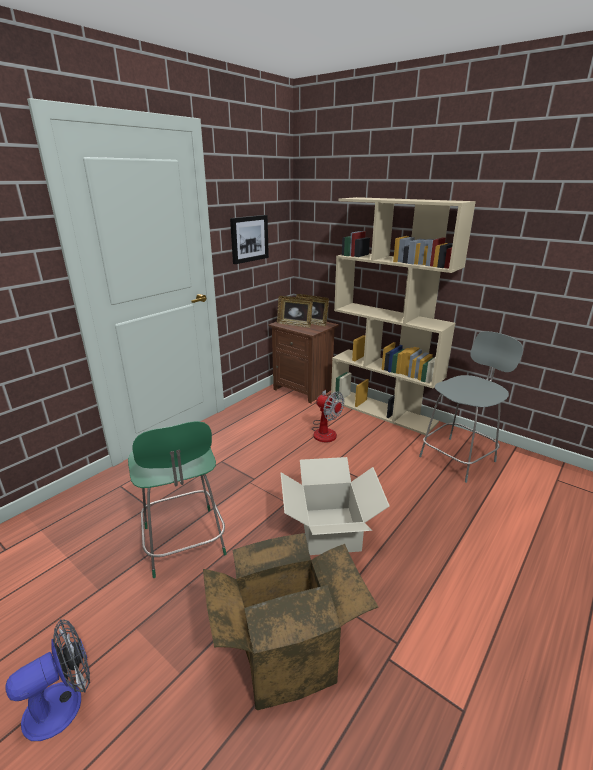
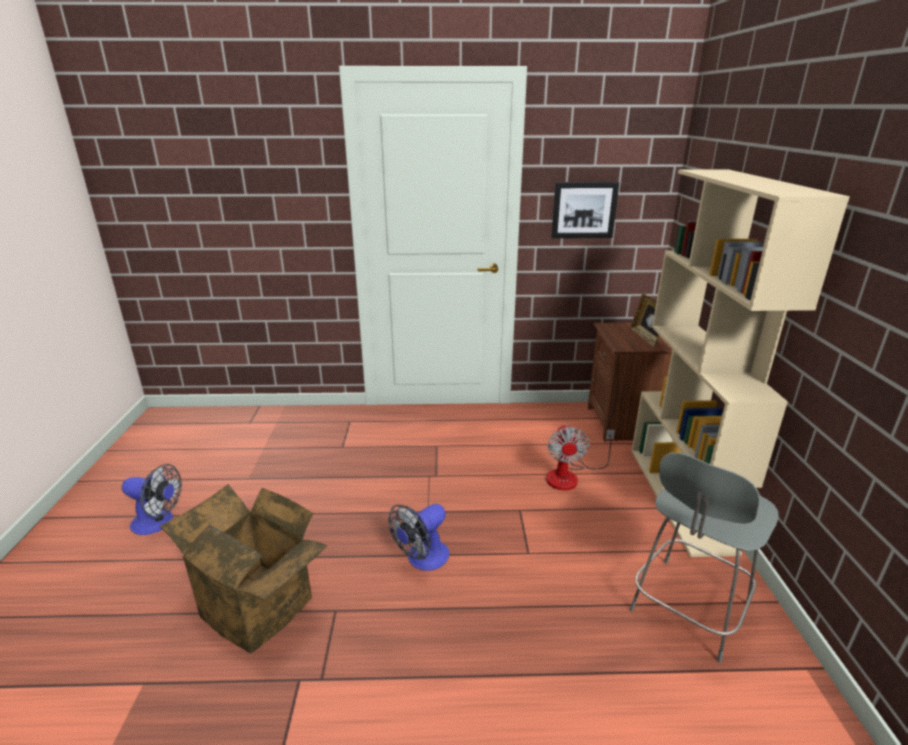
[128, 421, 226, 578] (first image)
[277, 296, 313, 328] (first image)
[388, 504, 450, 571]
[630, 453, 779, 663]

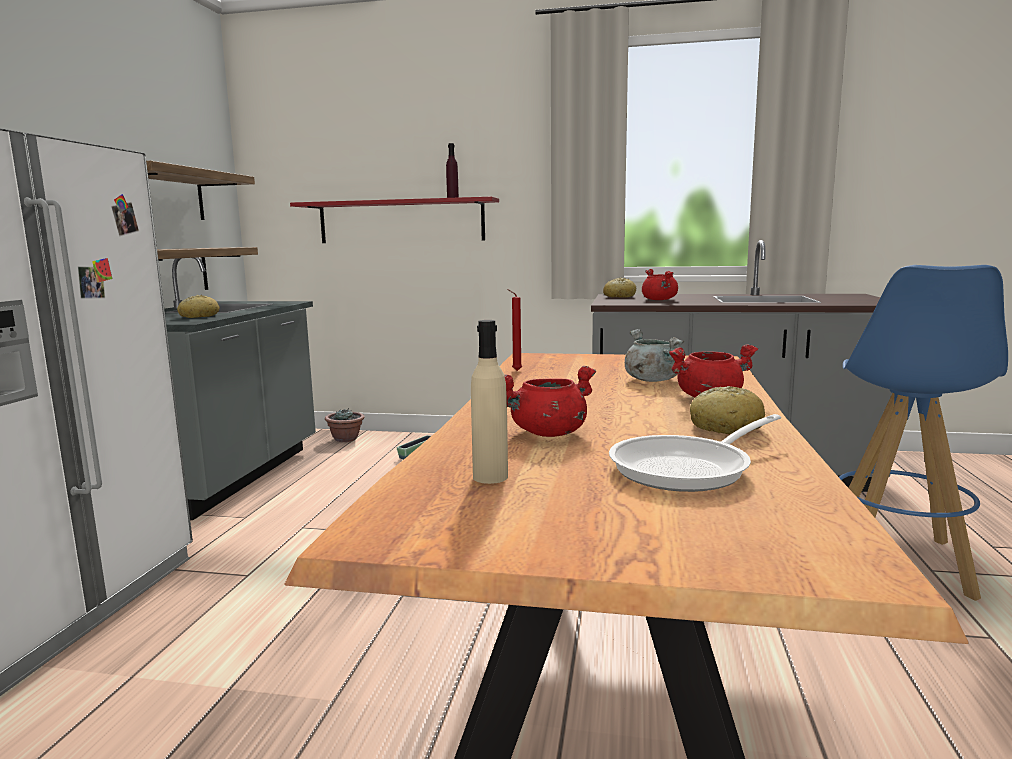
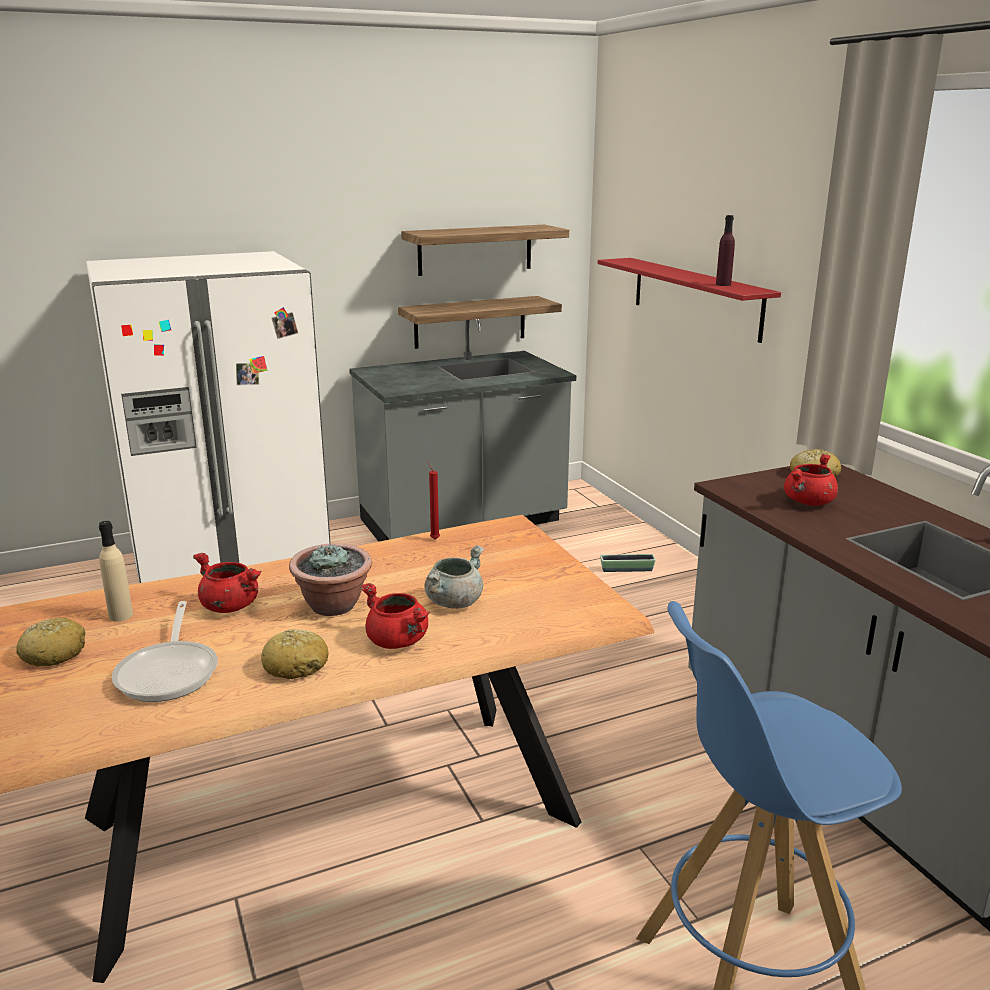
[16, 618, 86, 667]
[289, 543, 372, 616]
[112, 601, 218, 702]

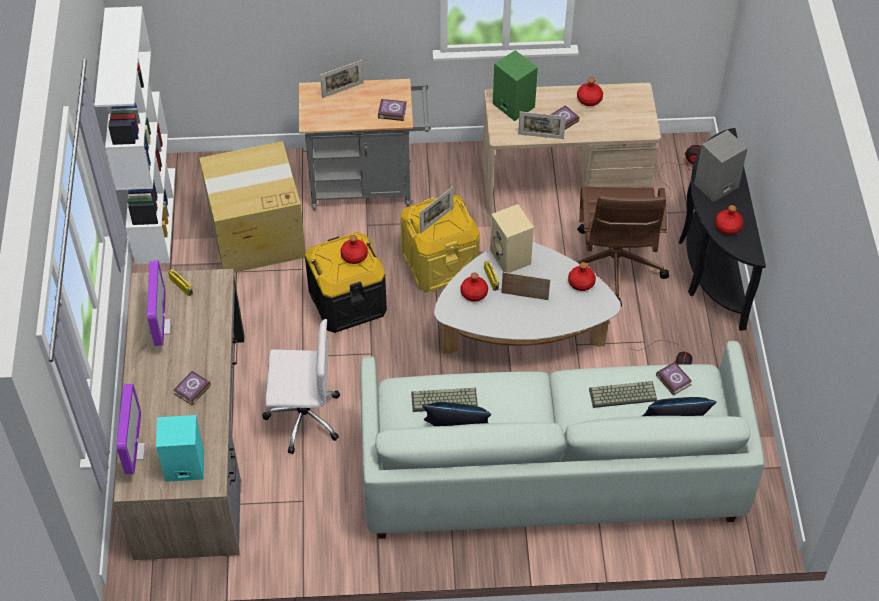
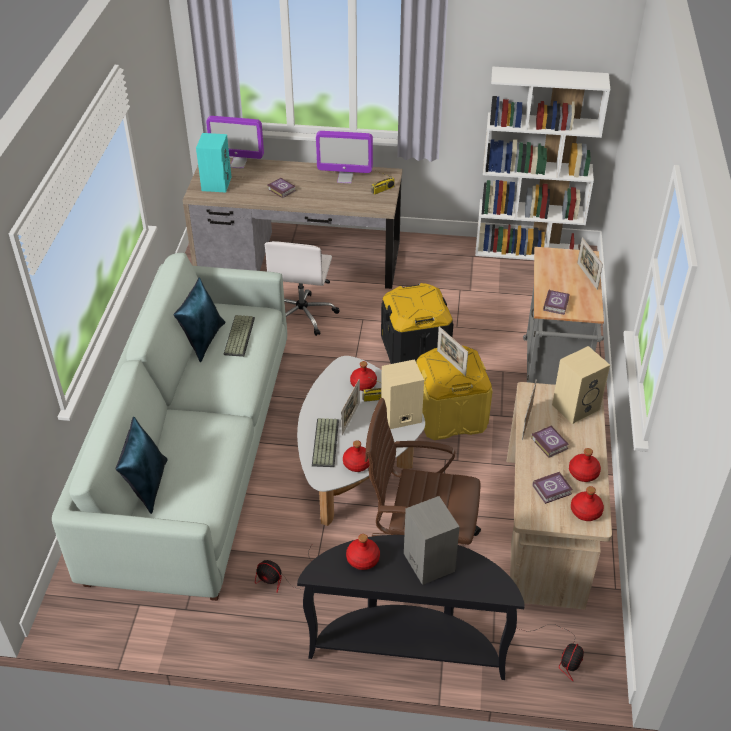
[199, 141, 306, 273] (first image)
[571, 486, 604, 521]
[312, 418, 339, 467]
[533, 472, 573, 504]
[552, 346, 610, 424]

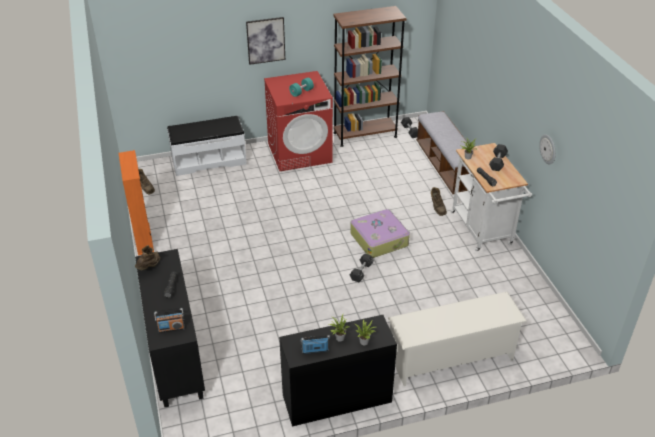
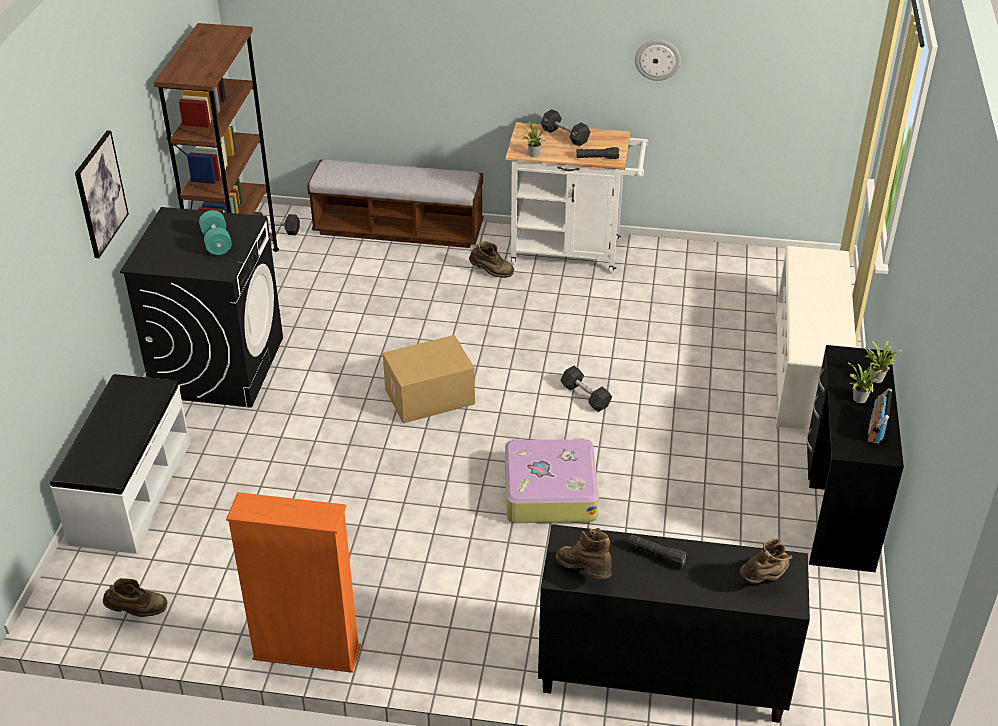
[383, 335, 475, 423]
[505, 438, 599, 523]
[740, 538, 792, 584]
[120, 207, 283, 408]

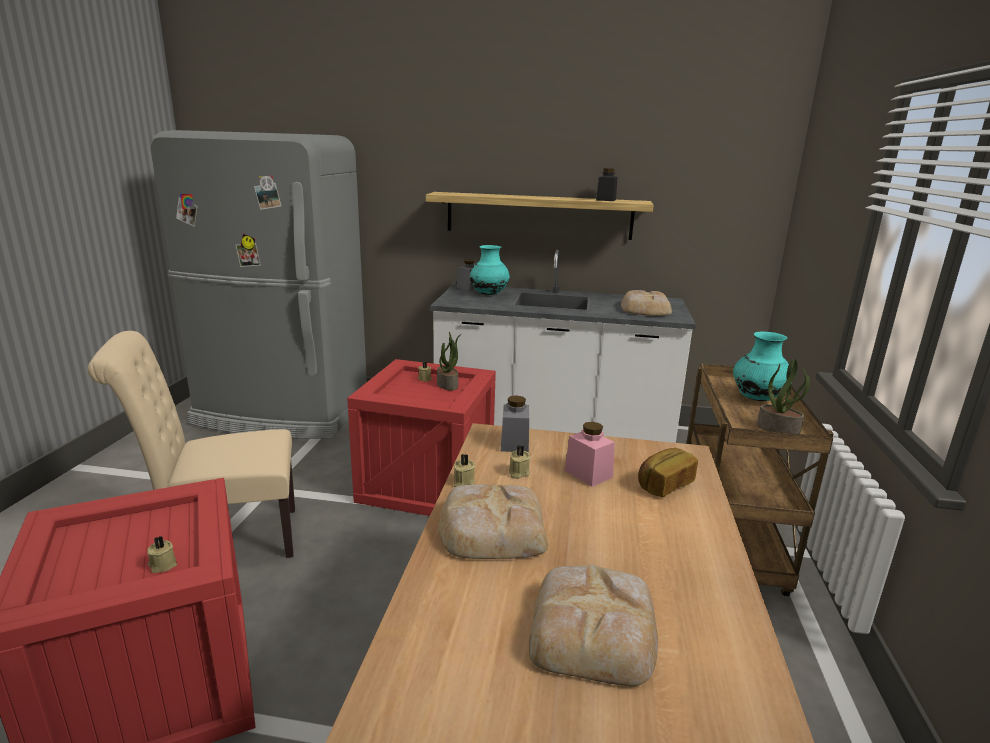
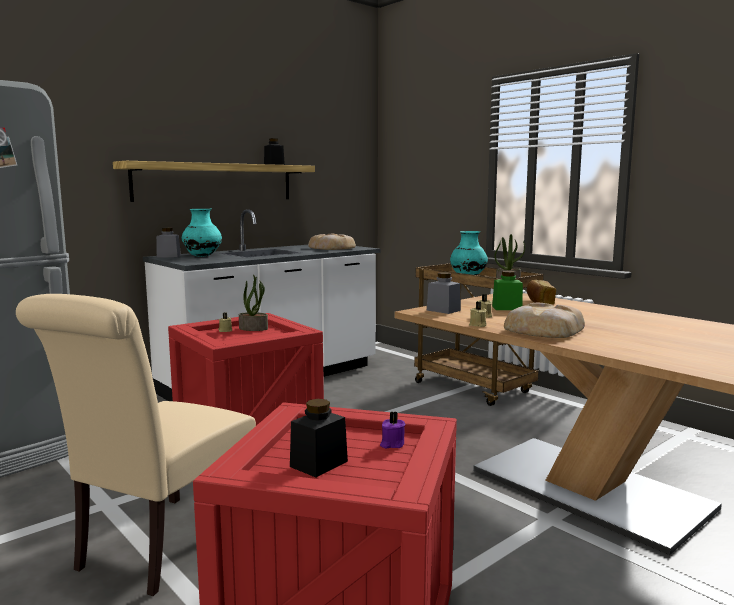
[529, 565, 658, 686] (first image)
[290, 399, 348, 477]
[380, 411, 405, 448]
[492, 271, 523, 310]

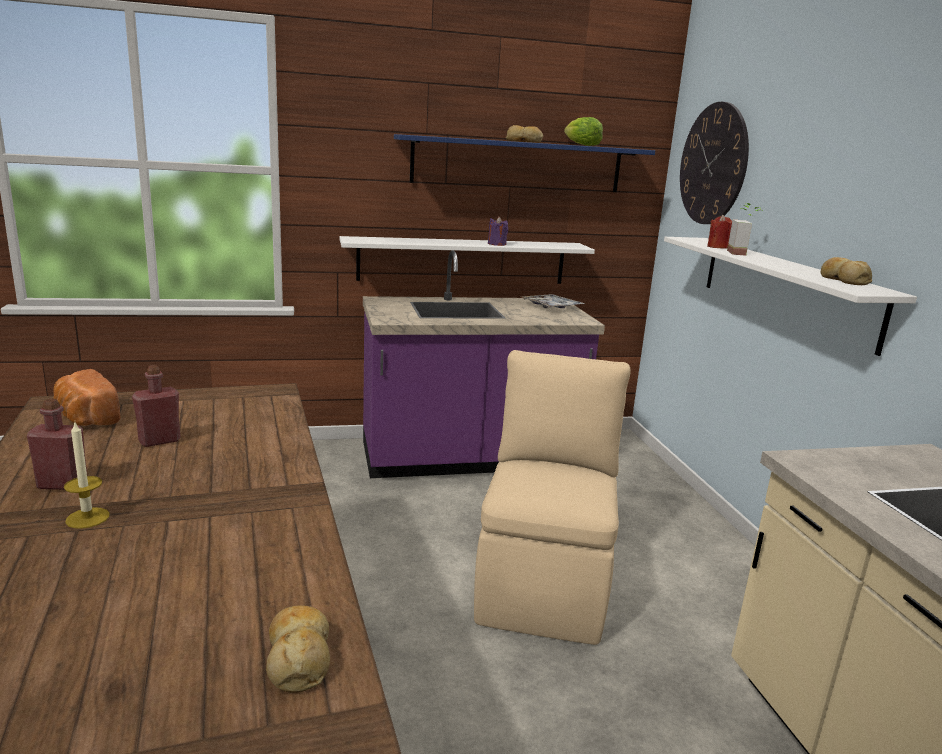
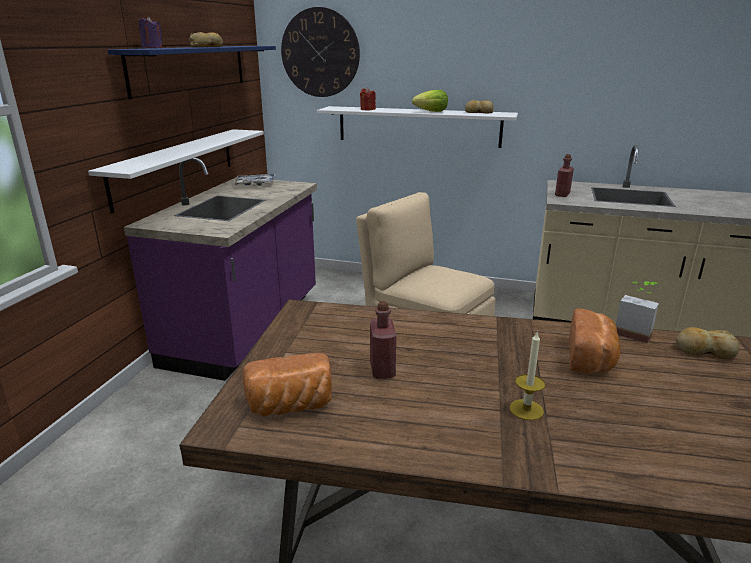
[569, 308, 620, 373]
[555, 154, 574, 197]
[139, 16, 163, 48]
[412, 90, 448, 112]
[616, 281, 659, 343]

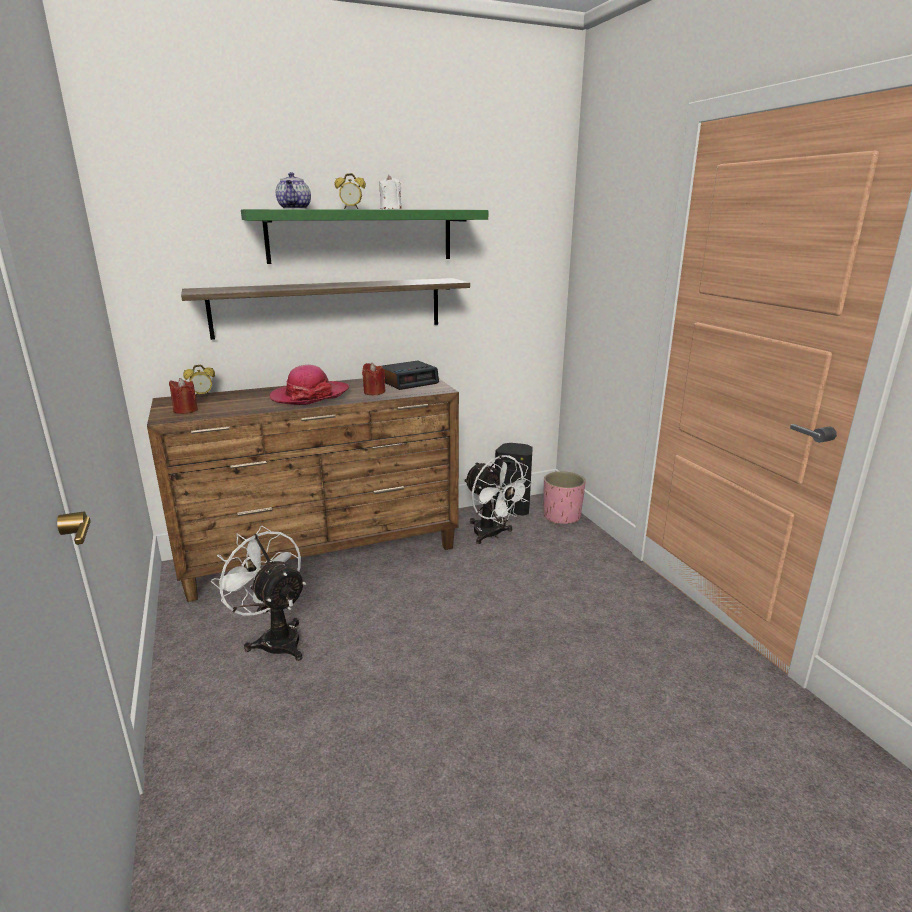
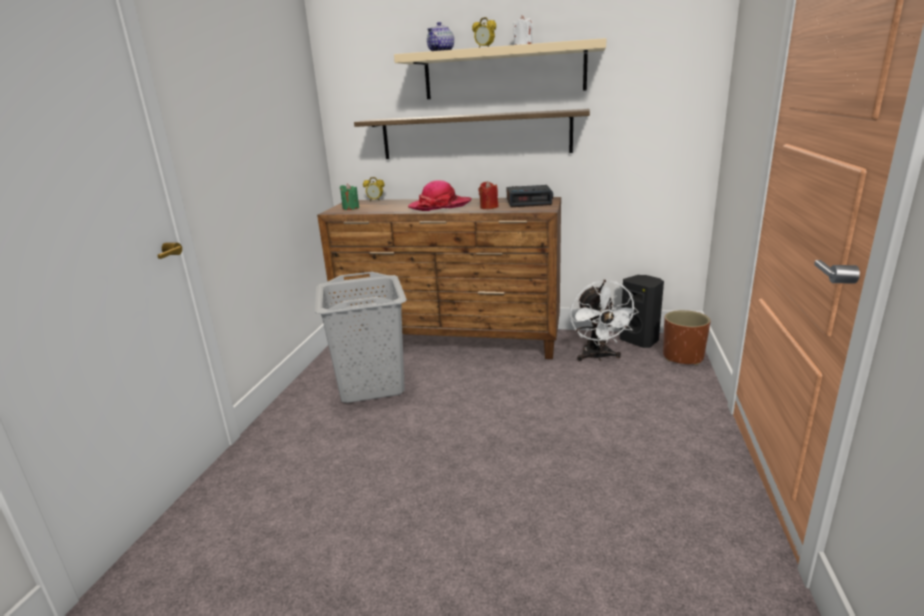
[315, 272, 407, 403]
[340, 184, 359, 210]
[394, 38, 607, 99]
[663, 310, 710, 365]

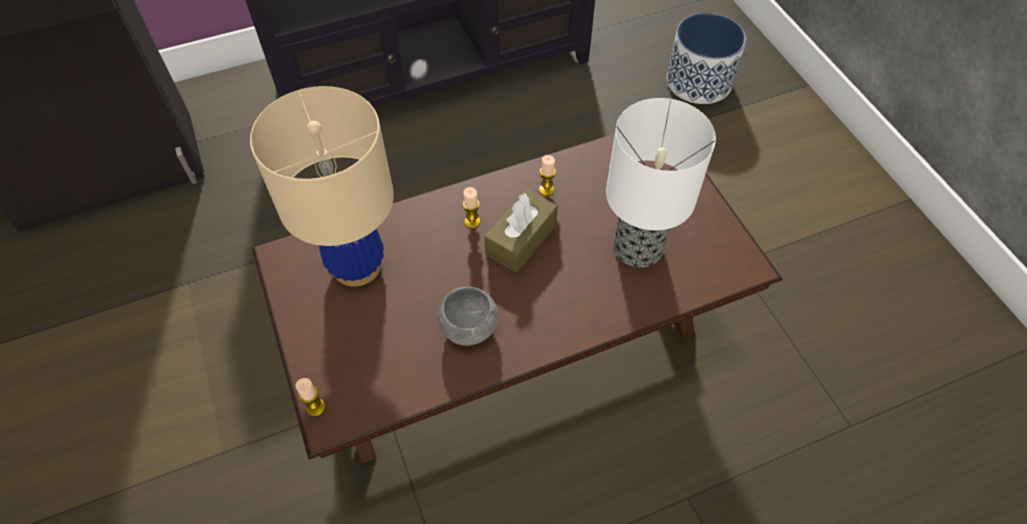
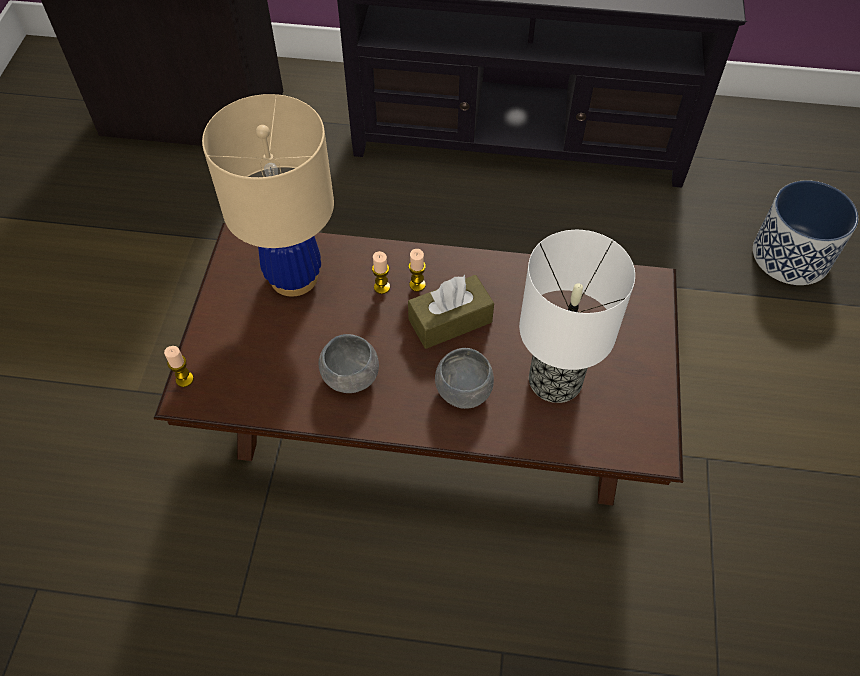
[435, 348, 494, 409]
[372, 251, 390, 294]

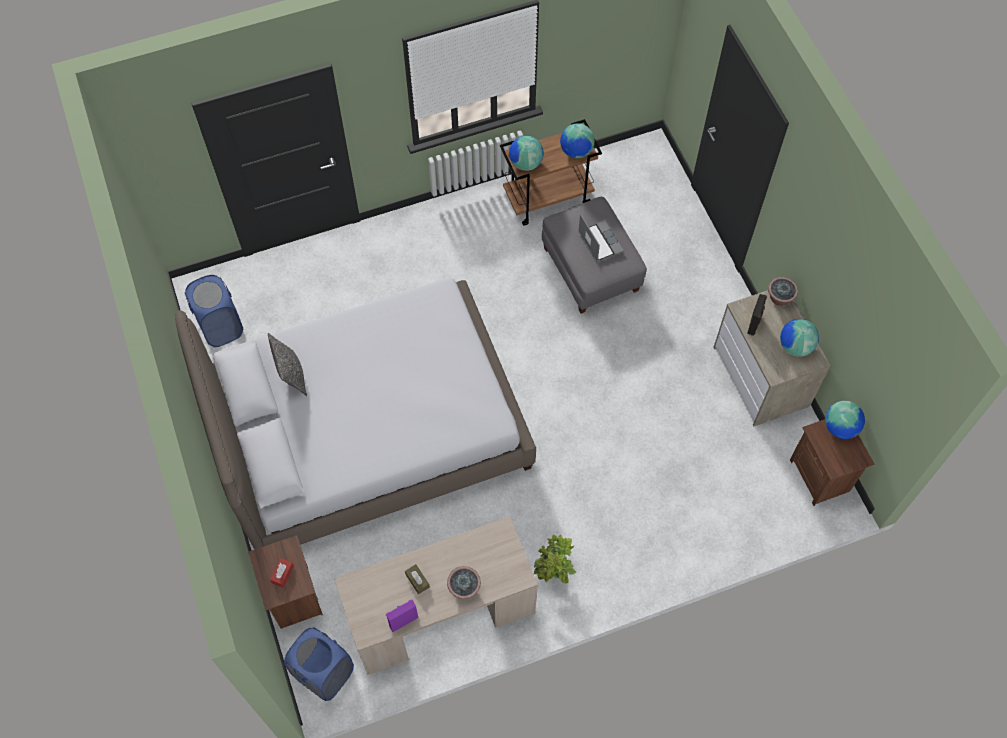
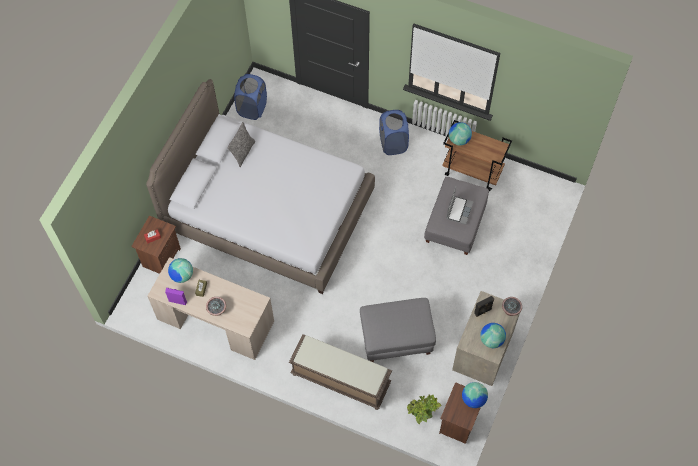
[289, 334, 392, 410]
[360, 298, 436, 362]
[379, 110, 409, 155]
[407, 395, 442, 424]
[168, 258, 193, 283]

